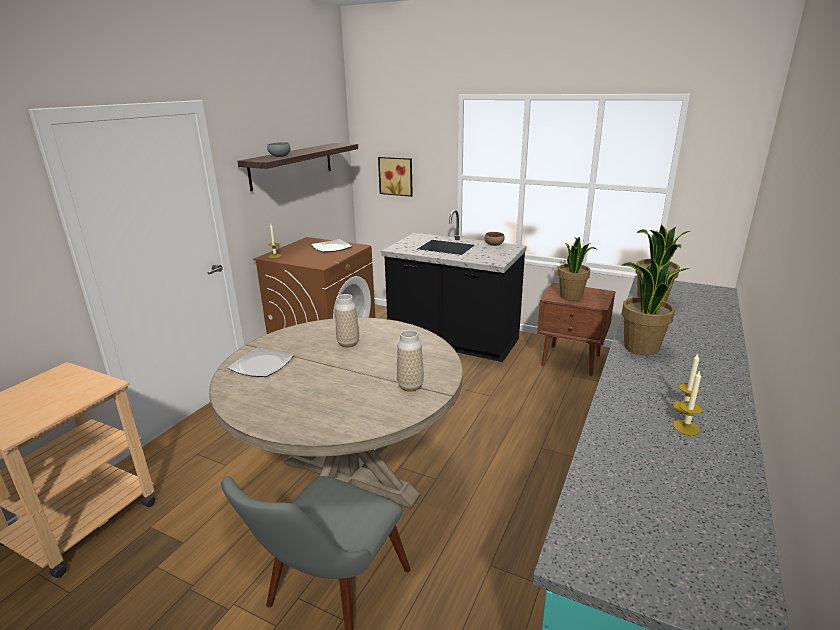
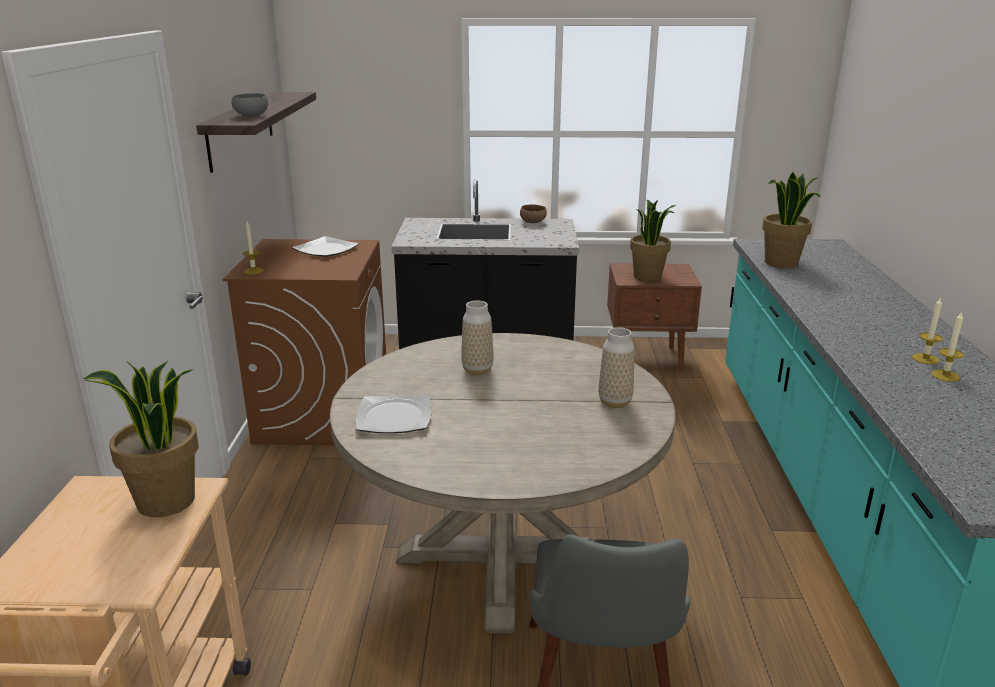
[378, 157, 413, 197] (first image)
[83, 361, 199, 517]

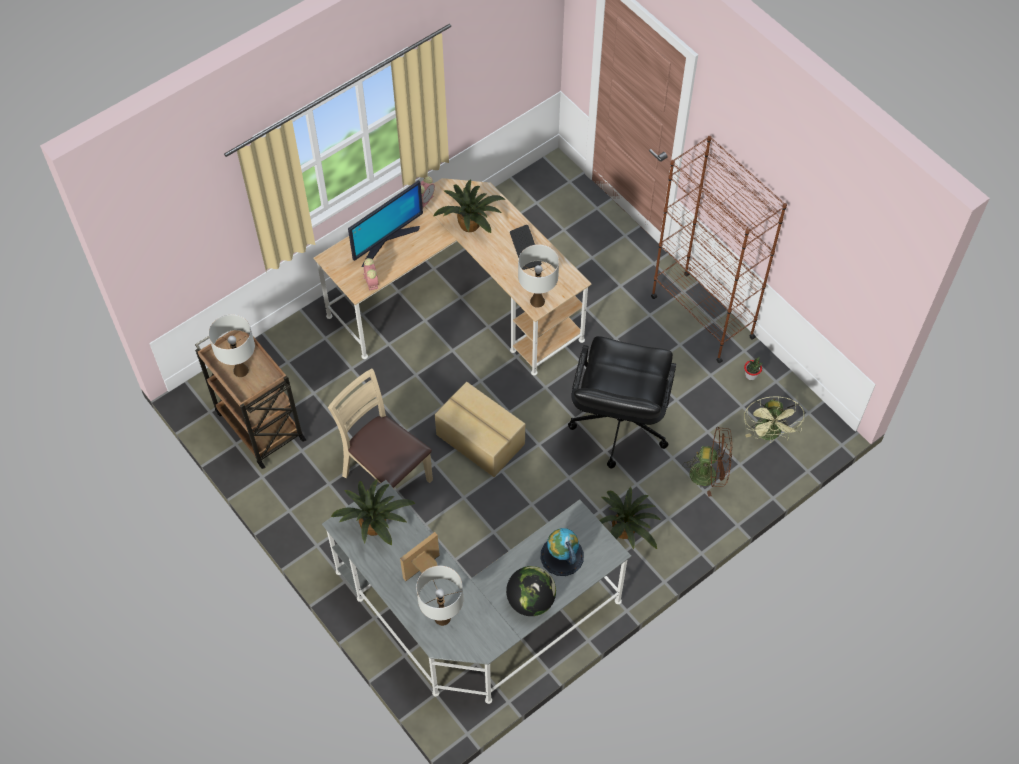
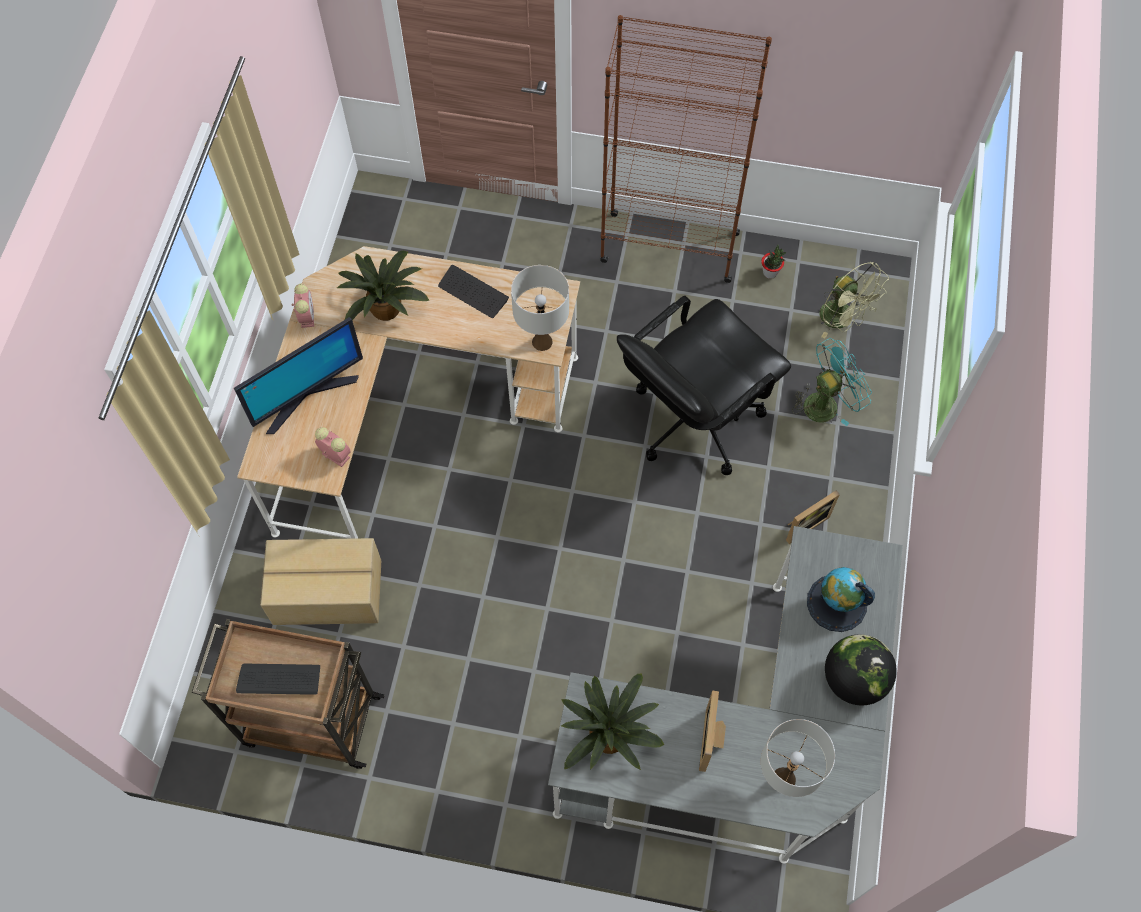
[328, 369, 433, 490] (first image)
[260, 538, 381, 625]
[236, 664, 320, 695]
[786, 490, 840, 544]
[792, 338, 872, 426]
[234, 317, 363, 434]
[617, 296, 791, 475]

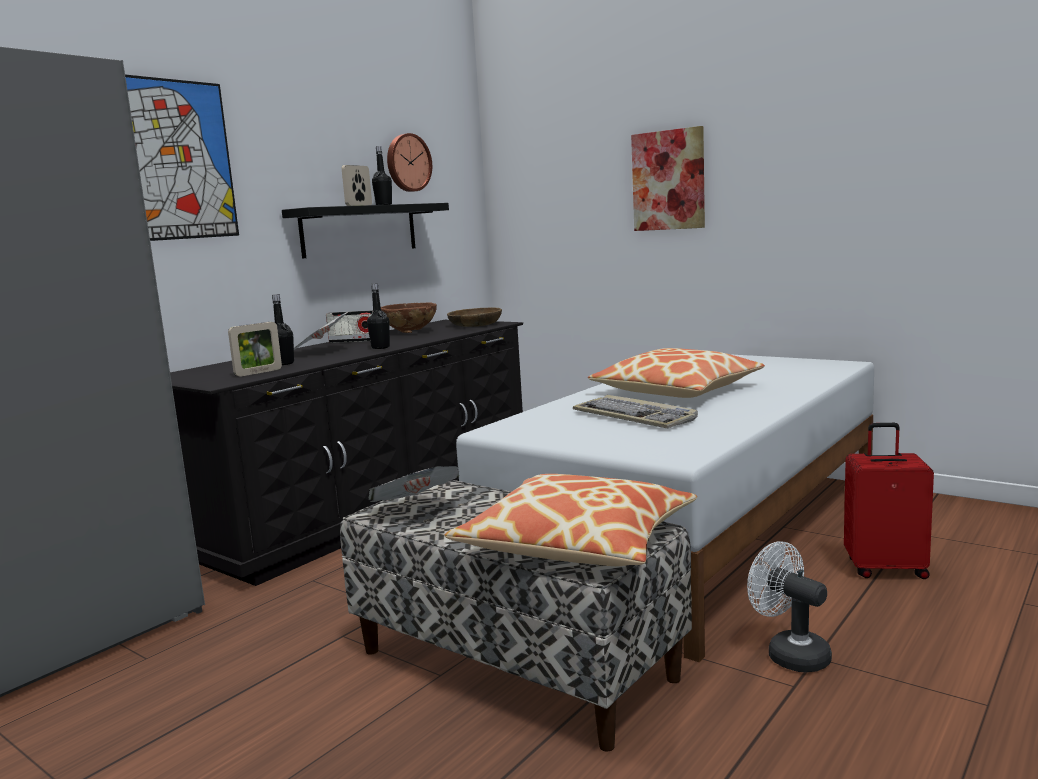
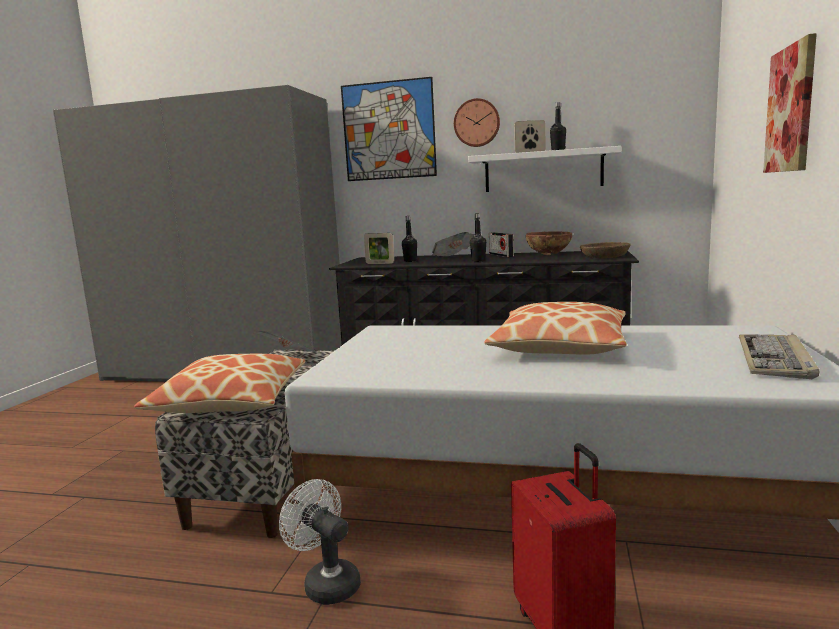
[454, 98, 500, 147]
[739, 334, 820, 379]
[468, 146, 622, 192]
[279, 479, 361, 605]

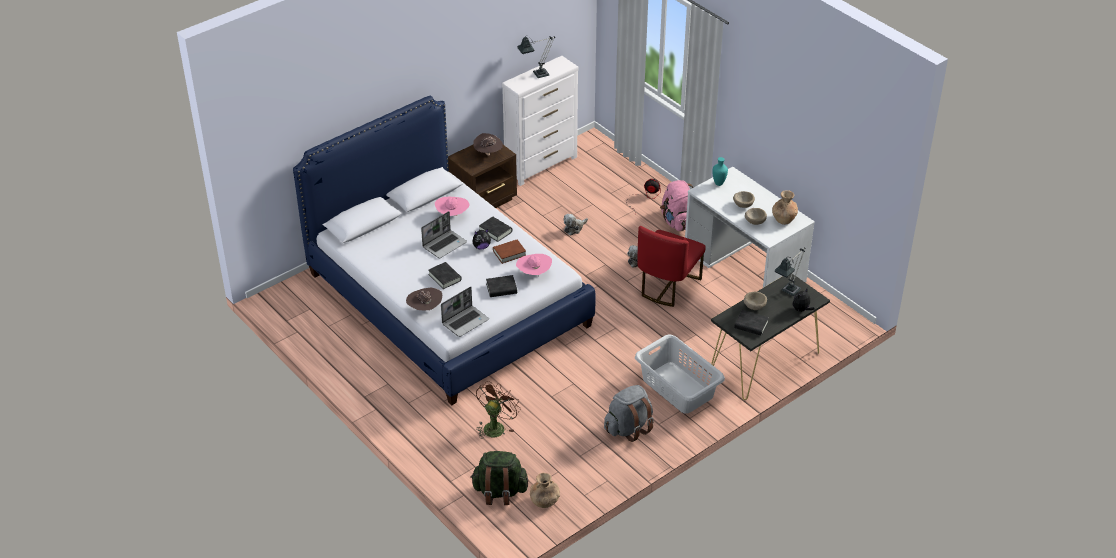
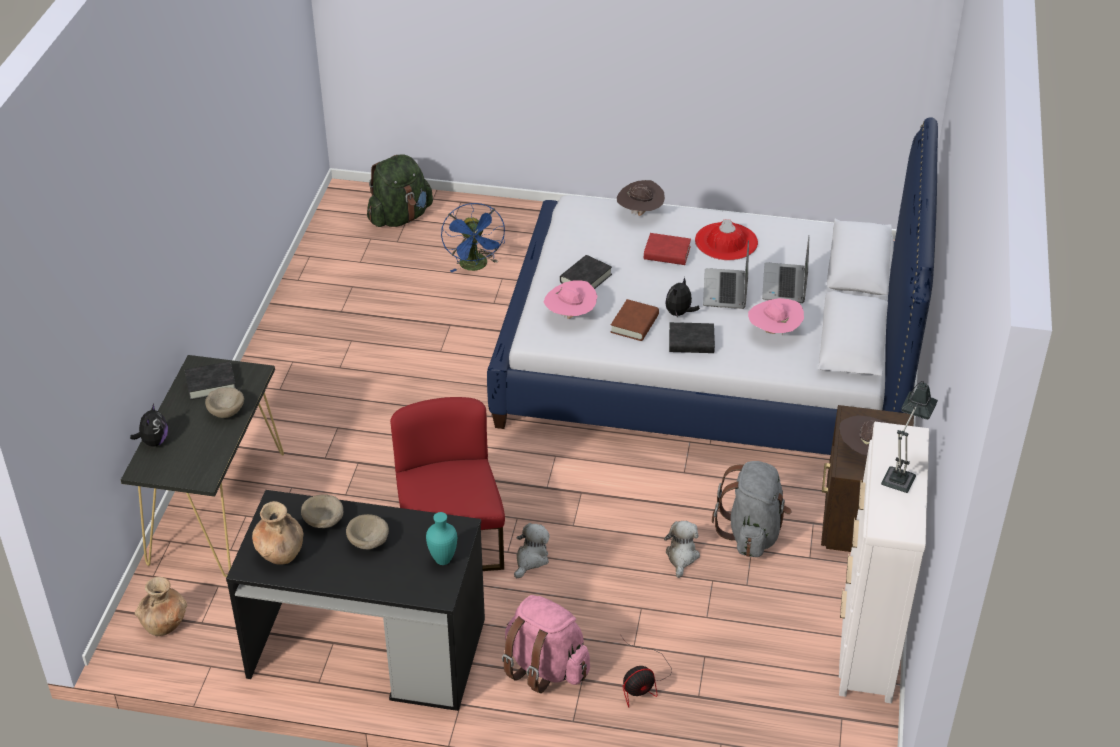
[635, 335, 725, 414] (first image)
[775, 248, 805, 296] (first image)
[695, 220, 758, 260]
[762, 236, 809, 303]
[135, 577, 187, 636]
[712, 461, 792, 557]
[644, 233, 691, 265]
[441, 203, 505, 272]
[226, 490, 485, 711]

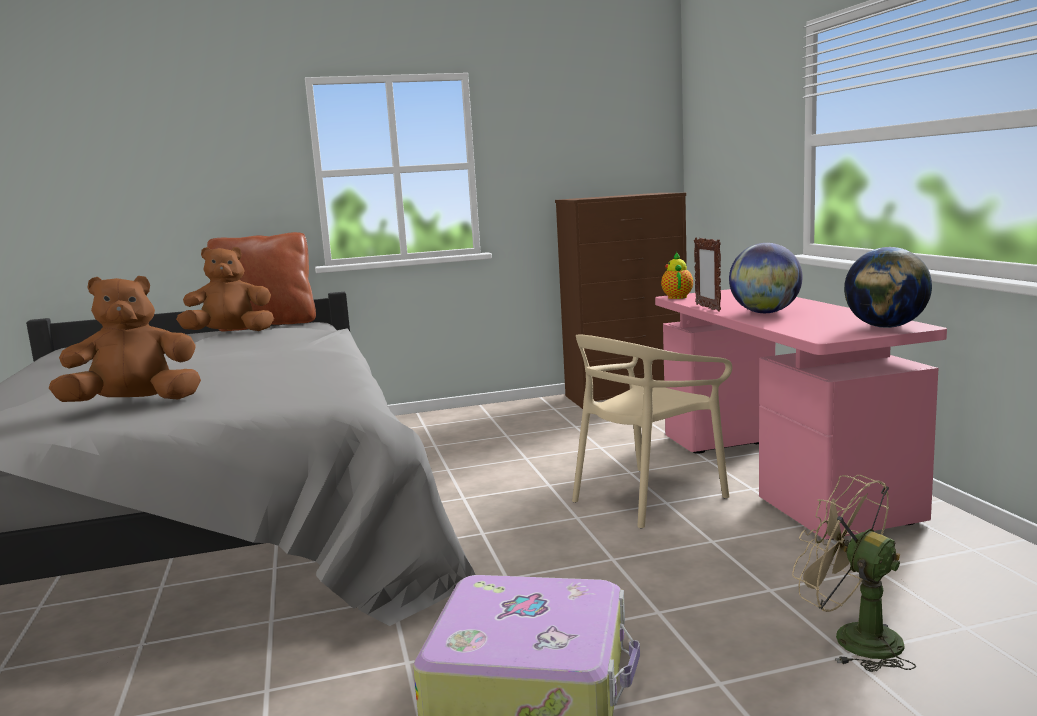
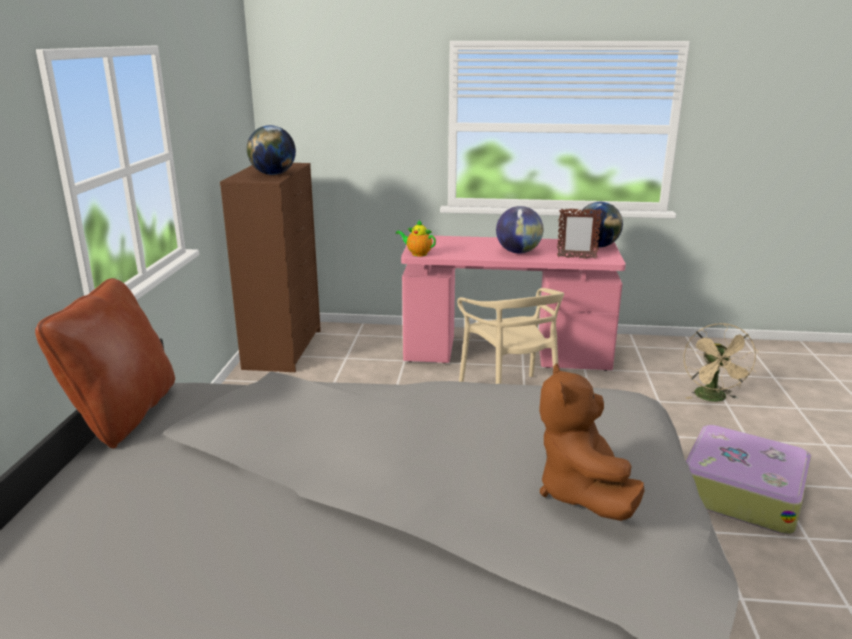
[176, 247, 274, 331] (first image)
[247, 125, 296, 175]
[557, 208, 602, 259]
[684, 323, 759, 402]

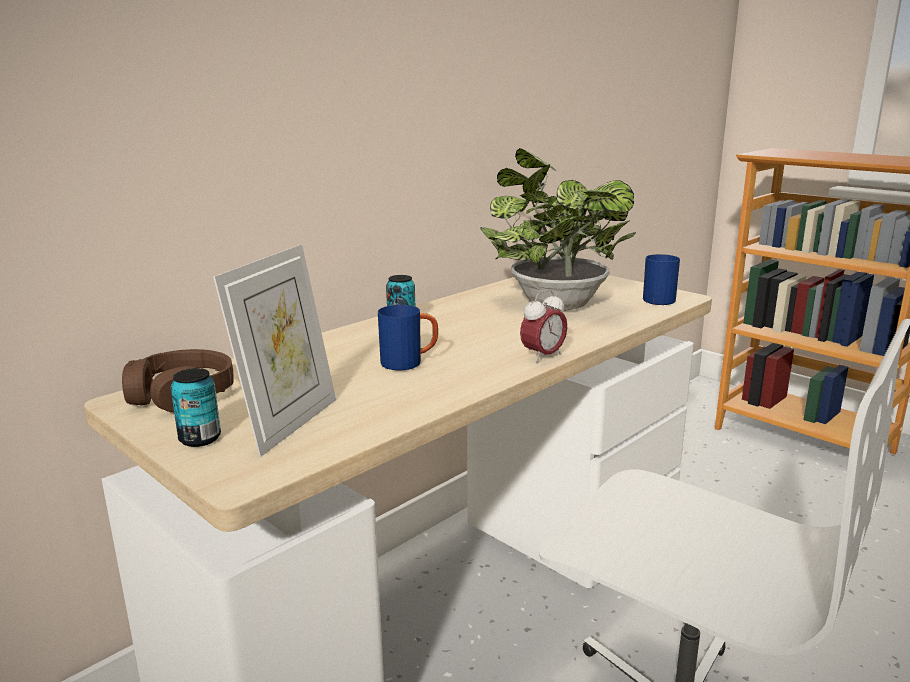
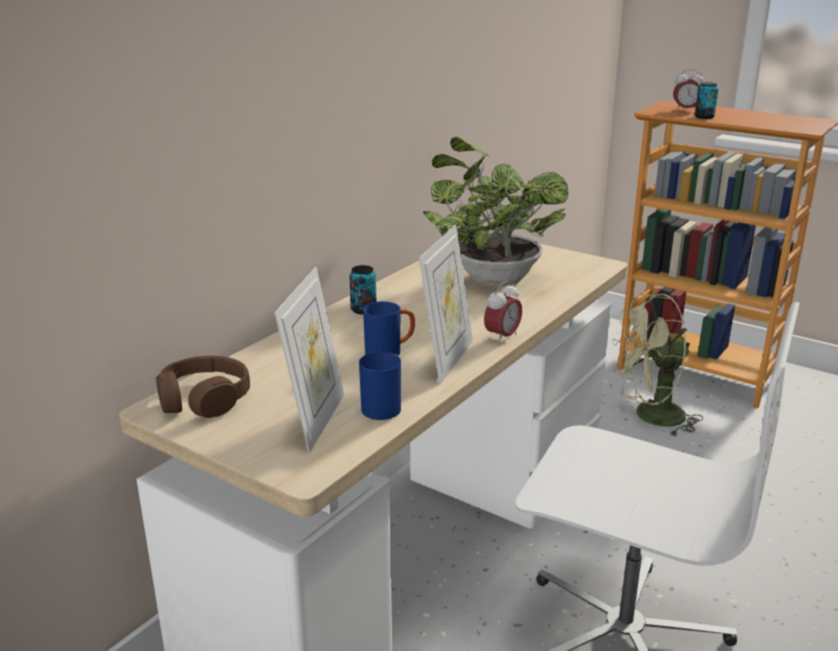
[419, 225, 473, 384]
[612, 294, 703, 437]
[673, 69, 704, 111]
[695, 82, 719, 119]
[359, 352, 401, 420]

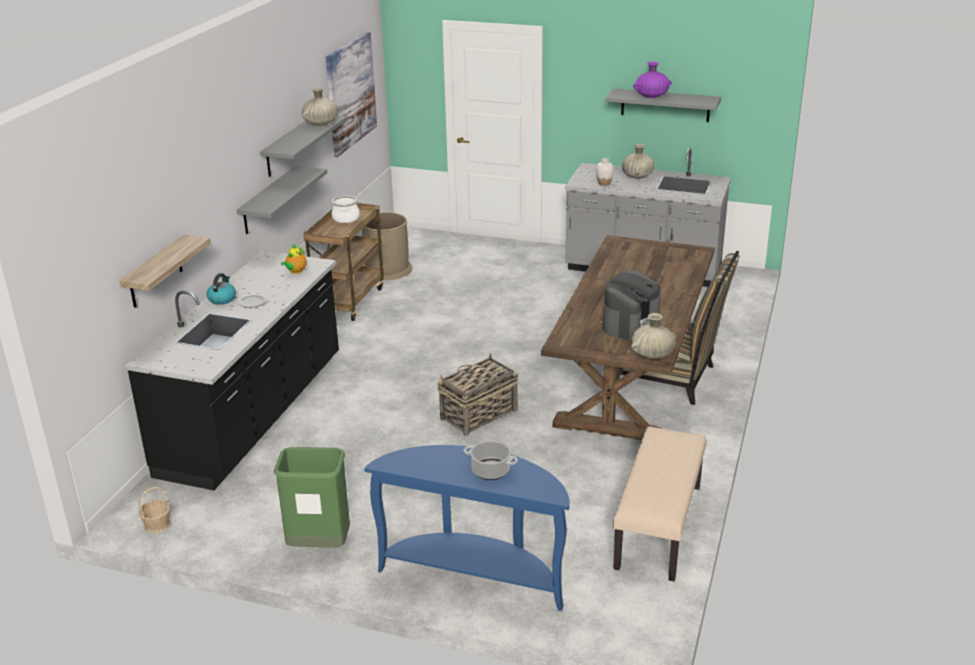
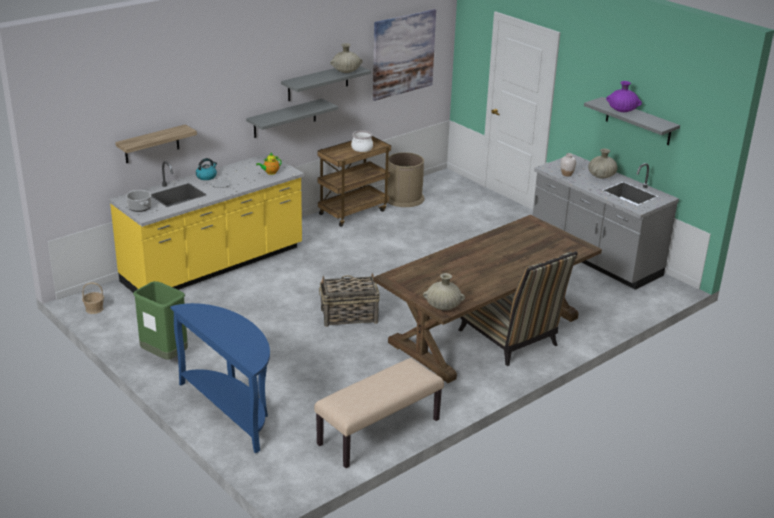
[603, 271, 661, 341] (first image)
[126, 190, 152, 212]
[109, 153, 304, 293]

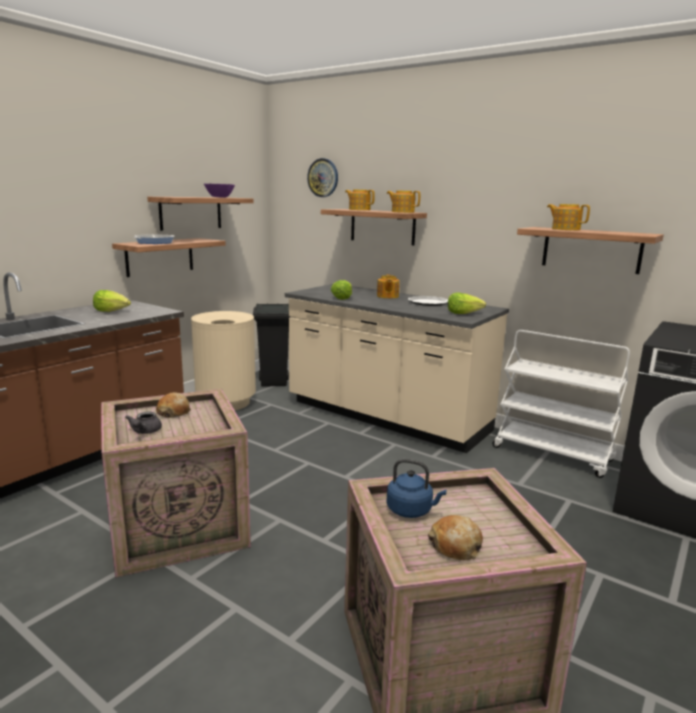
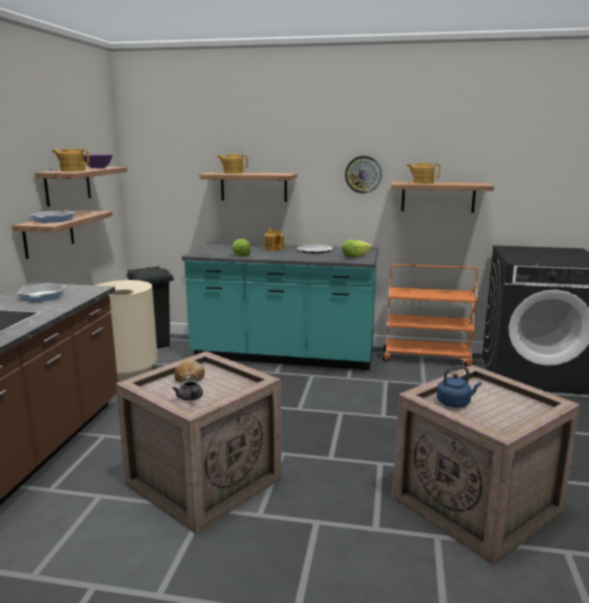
[428, 515, 483, 560] (first image)
[345, 156, 382, 193]
[52, 149, 89, 172]
[17, 283, 66, 302]
[182, 242, 378, 370]
[383, 264, 478, 367]

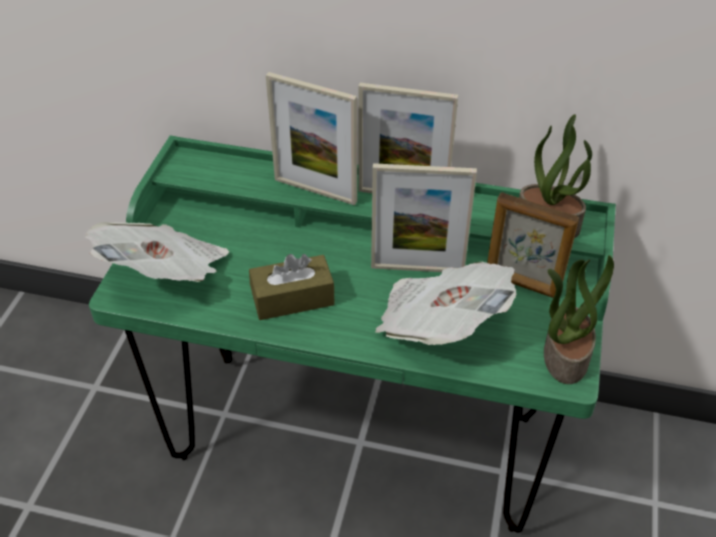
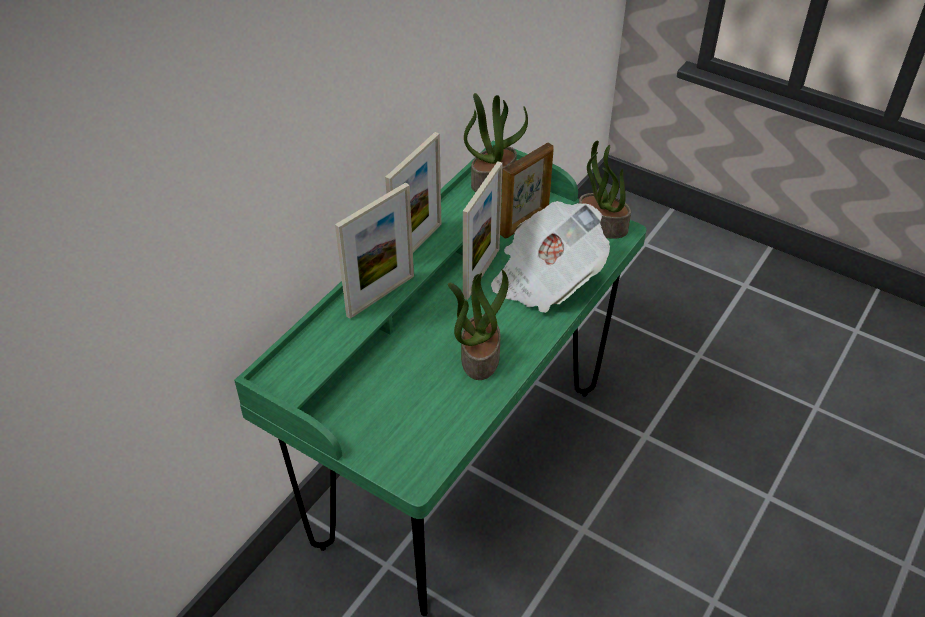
[85, 222, 229, 282] (first image)
[448, 269, 509, 380]

